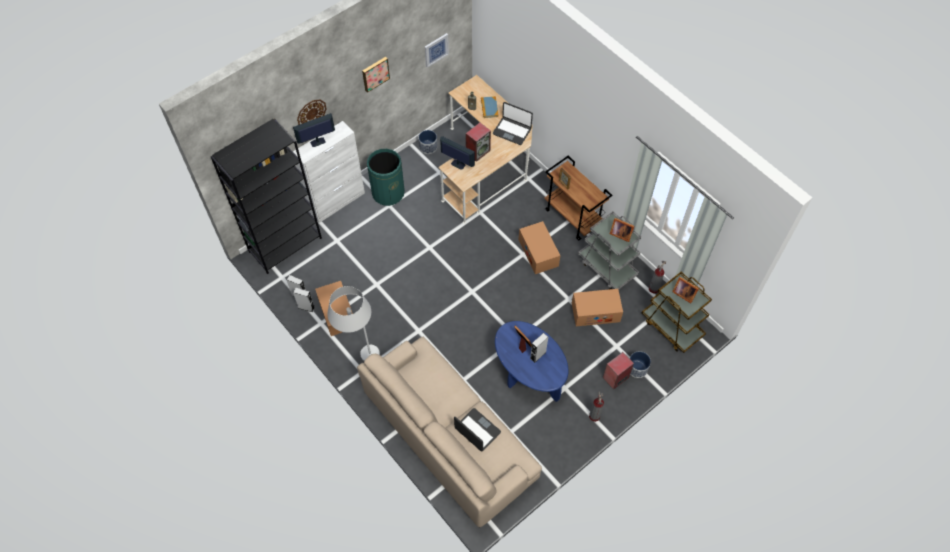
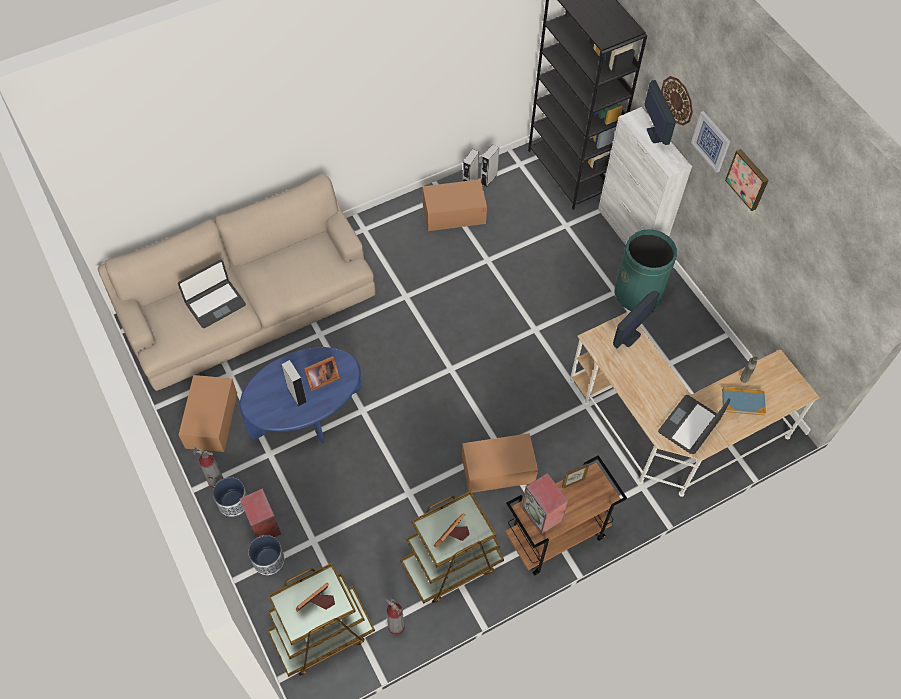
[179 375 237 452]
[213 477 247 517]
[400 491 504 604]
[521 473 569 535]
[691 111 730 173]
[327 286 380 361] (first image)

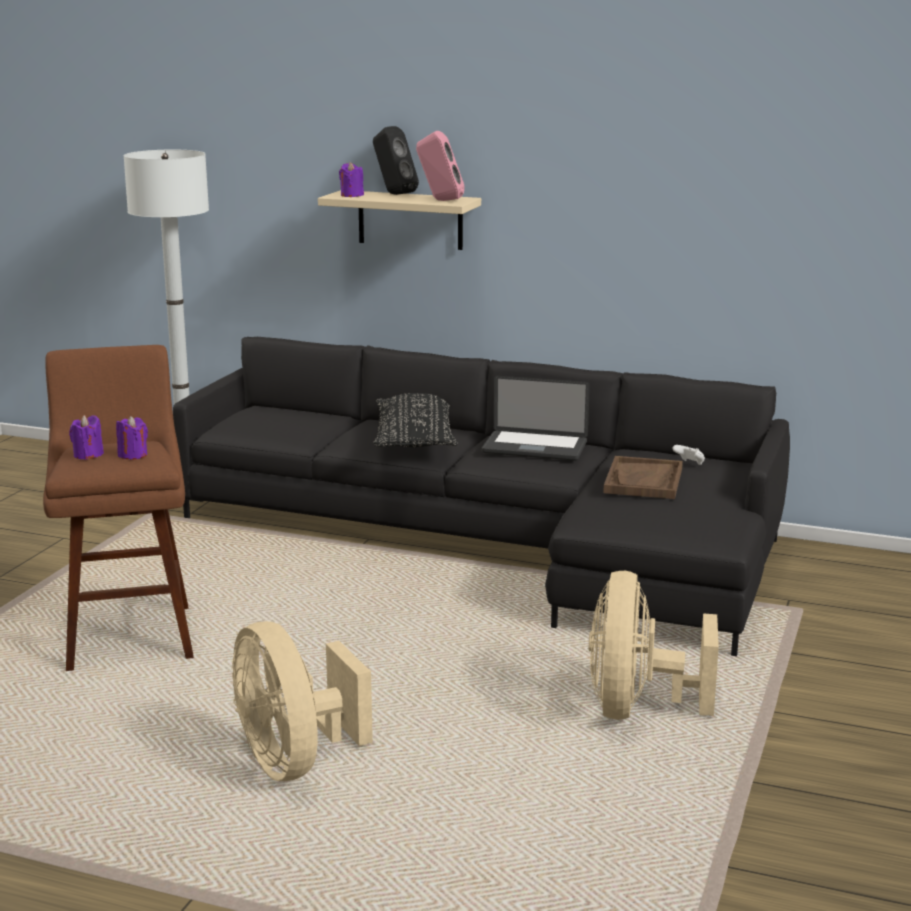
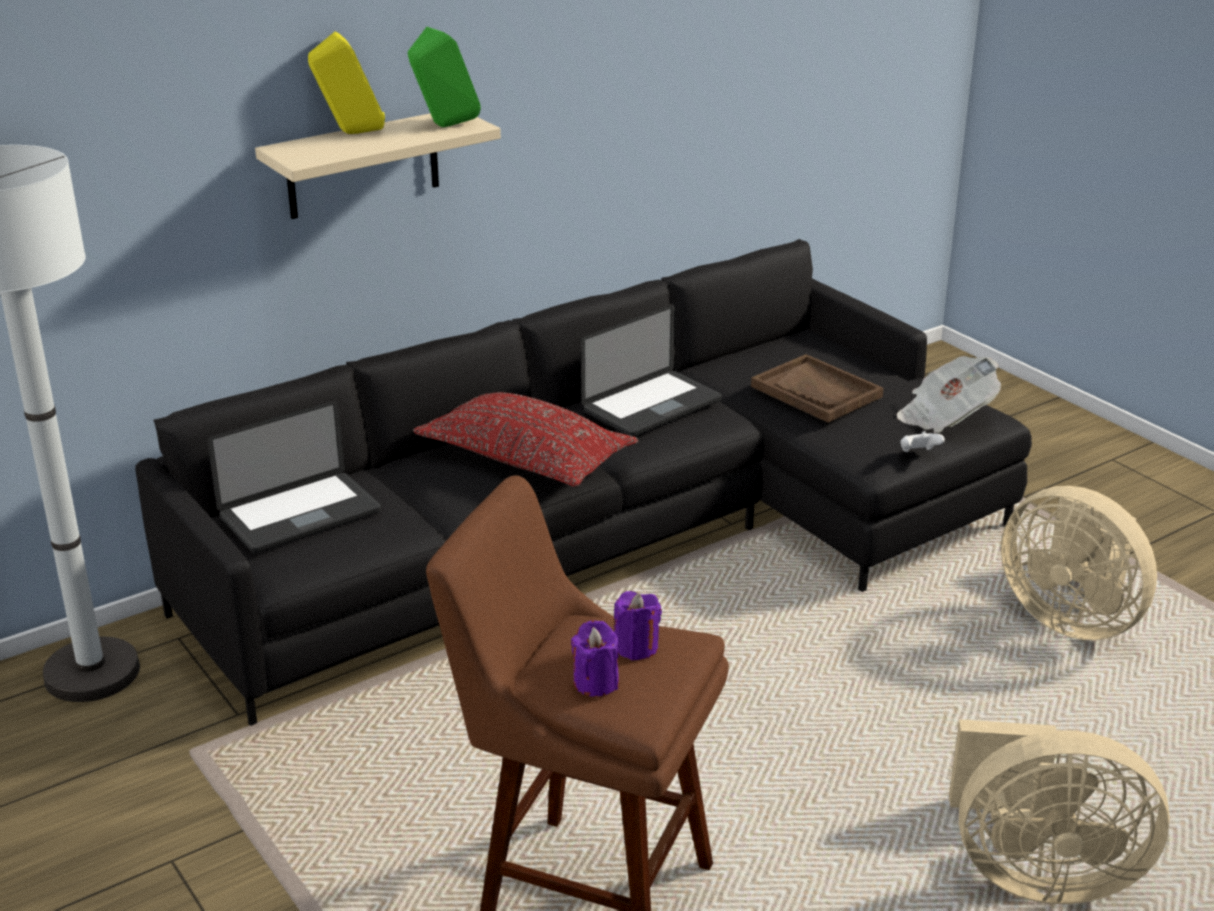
[207 400 381 553]
[308 31 385 134]
[408 27 481 127]
[413 392 638 487]
[897 356 1001 433]
[900 431 945 452]
[339 162 364 197] (first image)

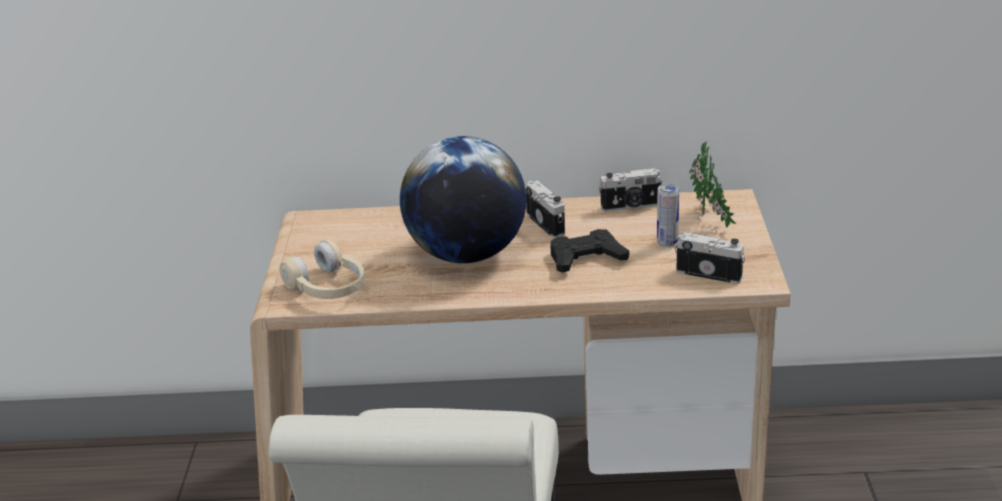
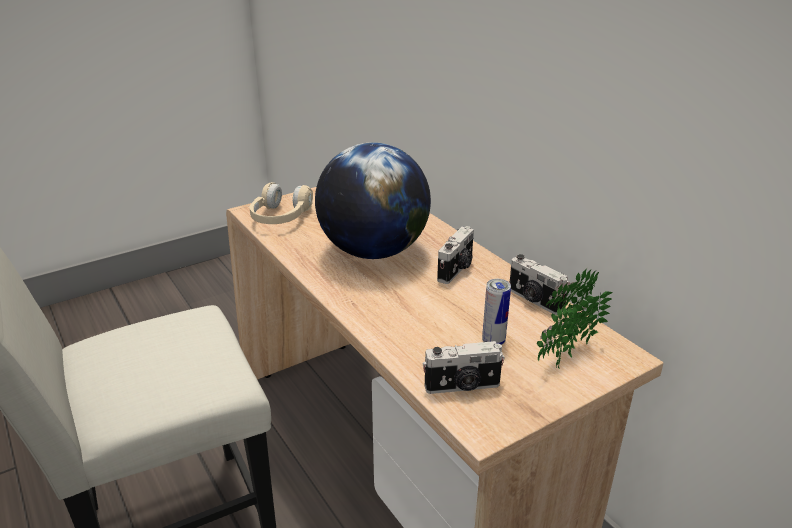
[422 341 505 394]
[550 229 629 273] (first image)

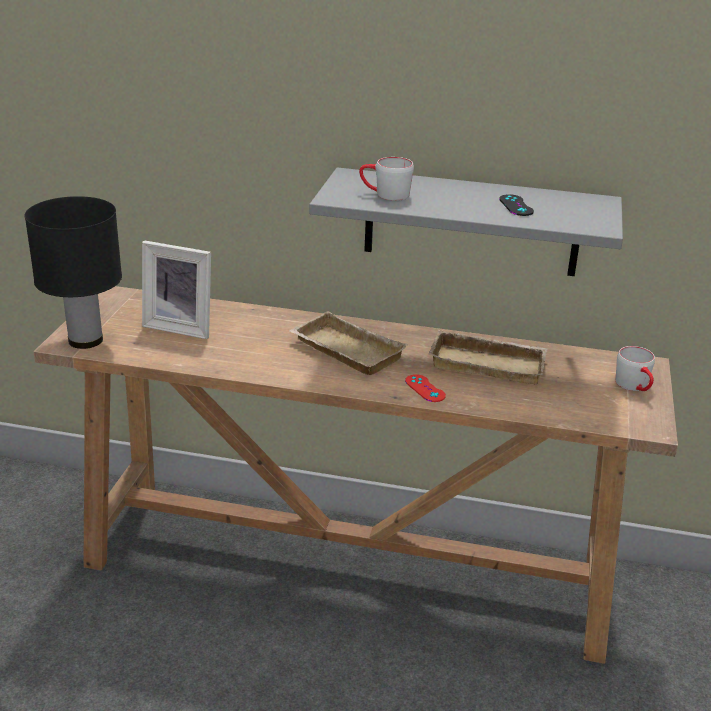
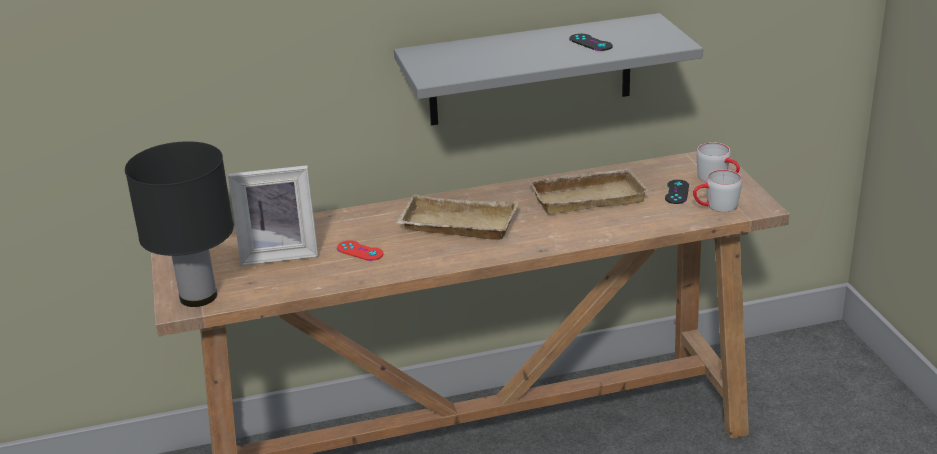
[337 240 384 261]
[665 180 689 204]
[693 170 742 212]

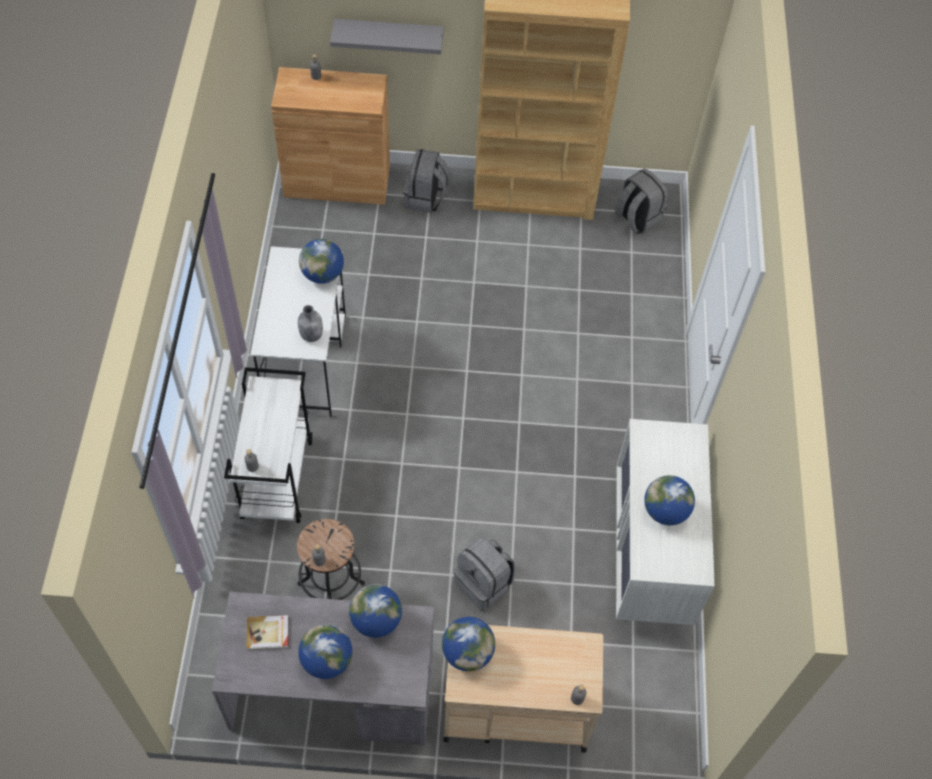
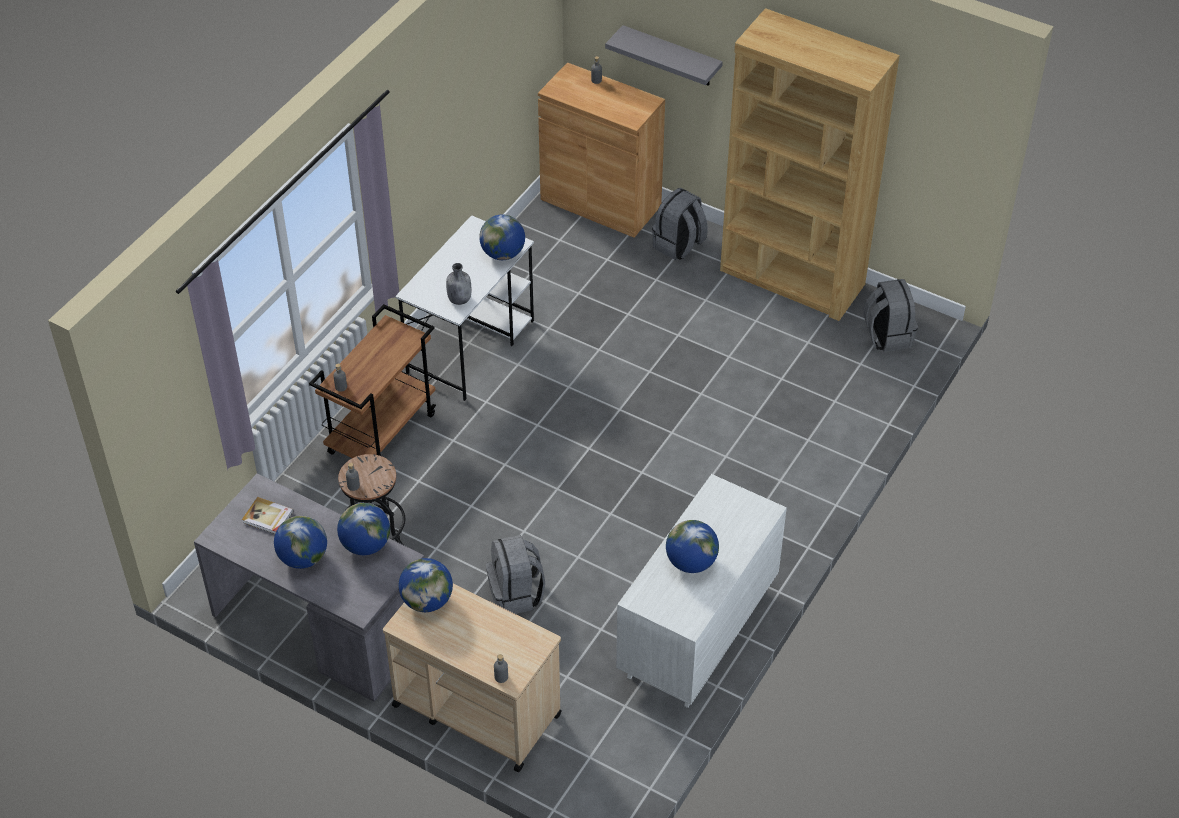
[309 304 436 458]

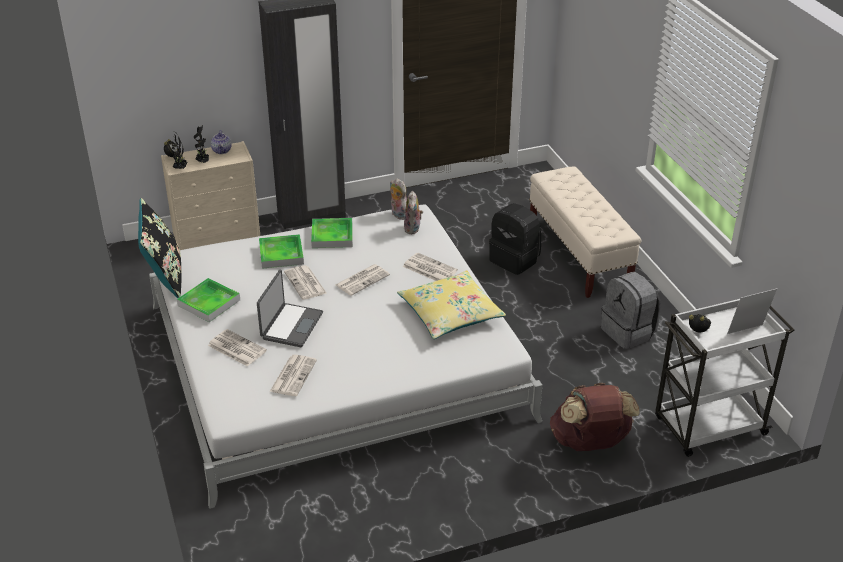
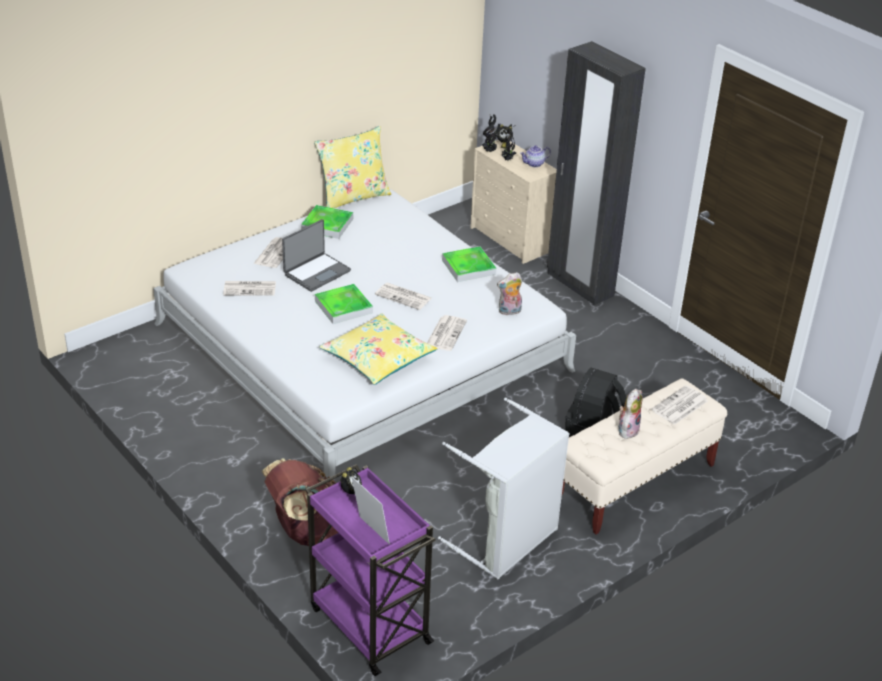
[282 219 351 292]
[305 464 436 676]
[314 126 391 208]
[315 284 373 324]
[438 397 570 579]
[618 389 643 439]
[651 385 708 425]

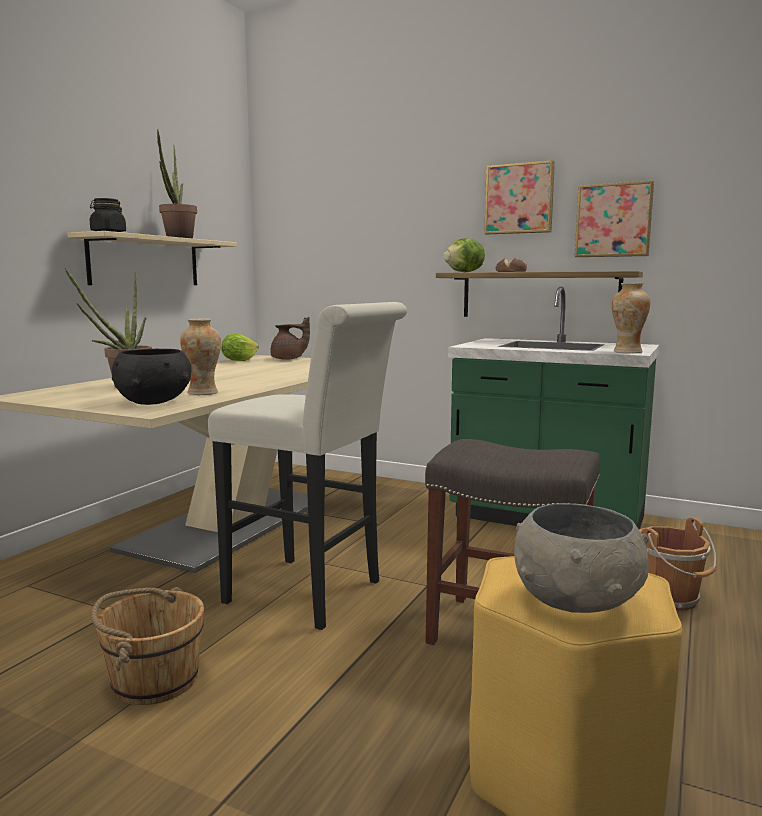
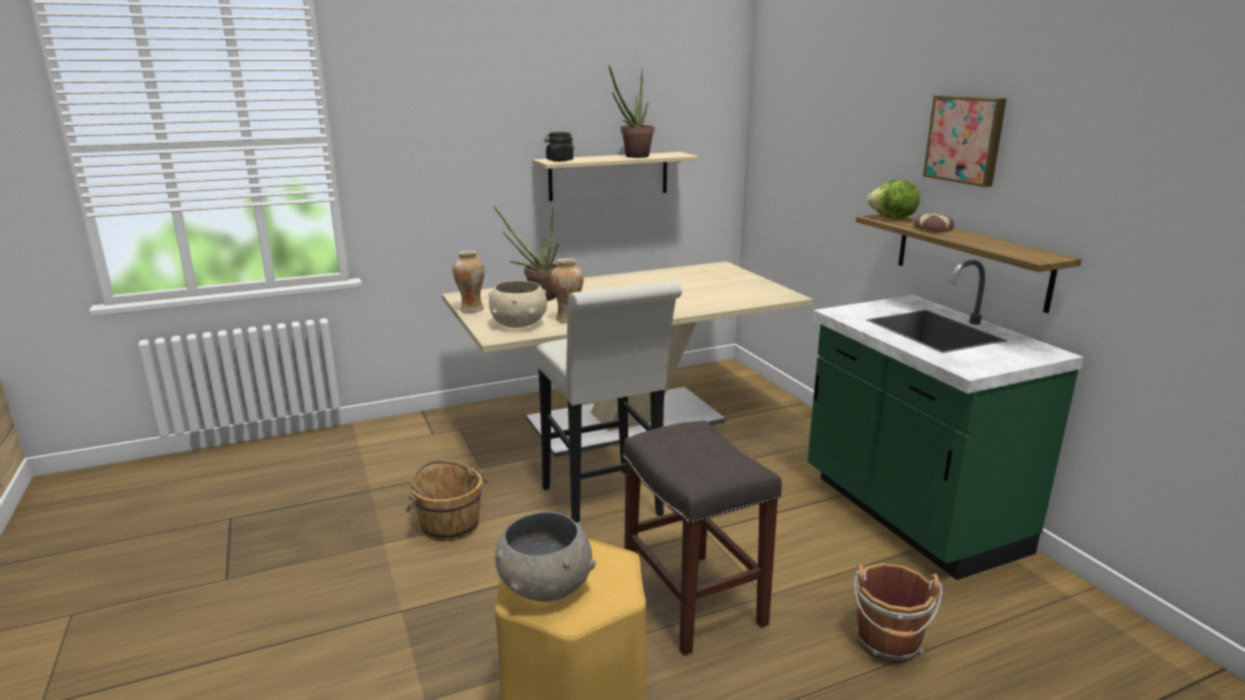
[453 250 485 313]
[489 281 547 328]
[221 334 259 361] (first image)
[270 317 310 360] (first image)
[575 181 654 257] (first image)

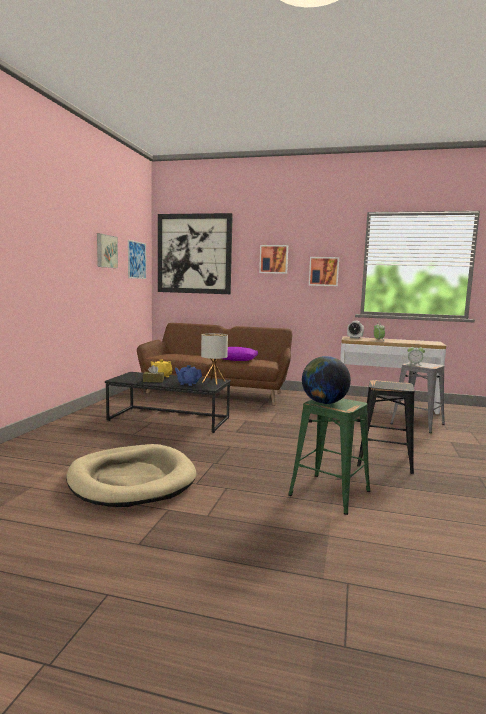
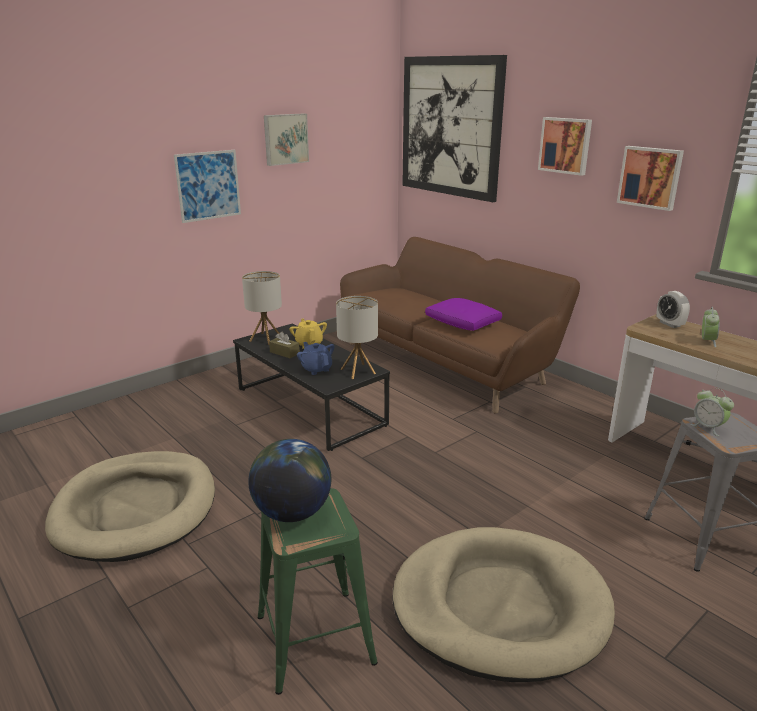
[174 150 241 223]
[242 271 282 345]
[392 527 615 682]

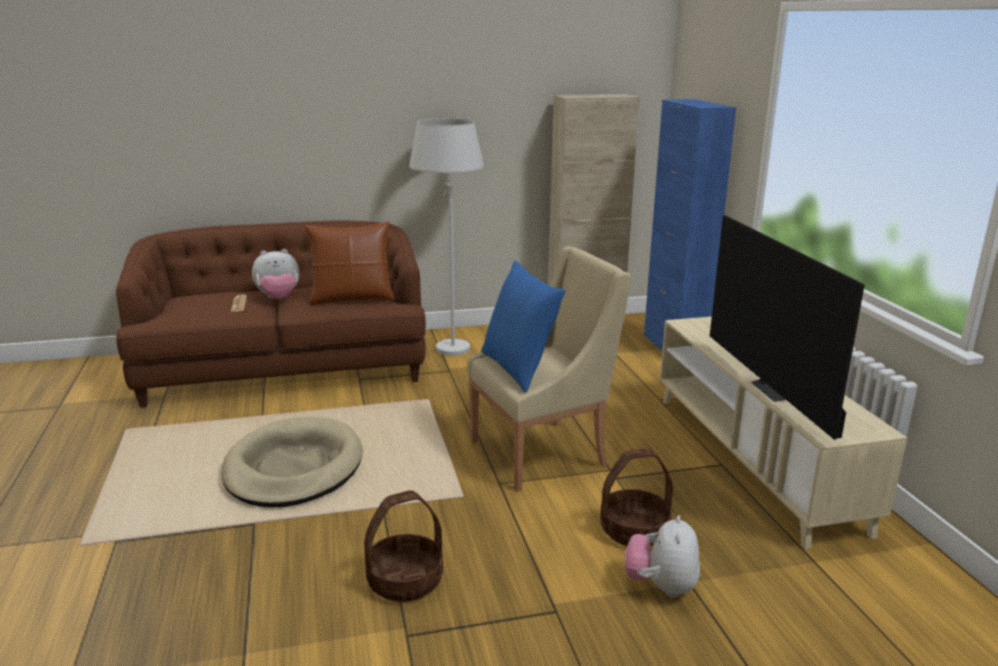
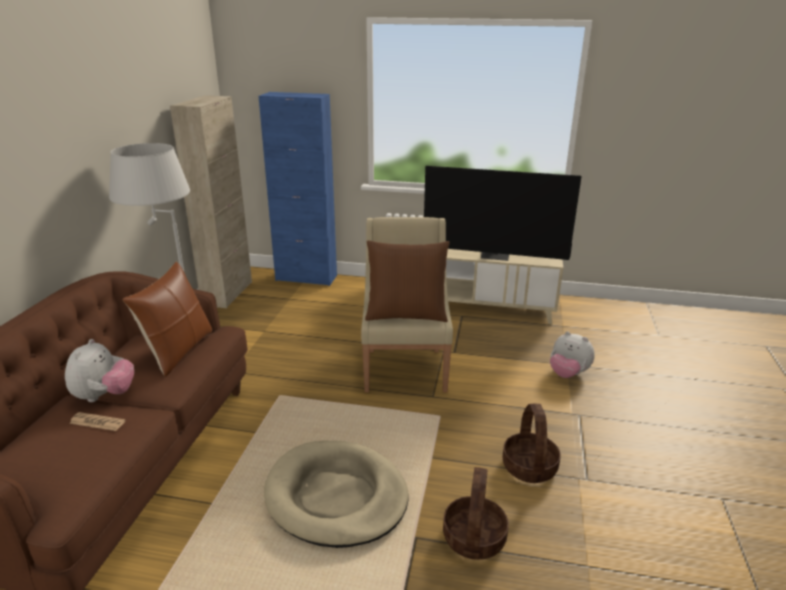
[365 240 450 322]
[443 467 509 560]

